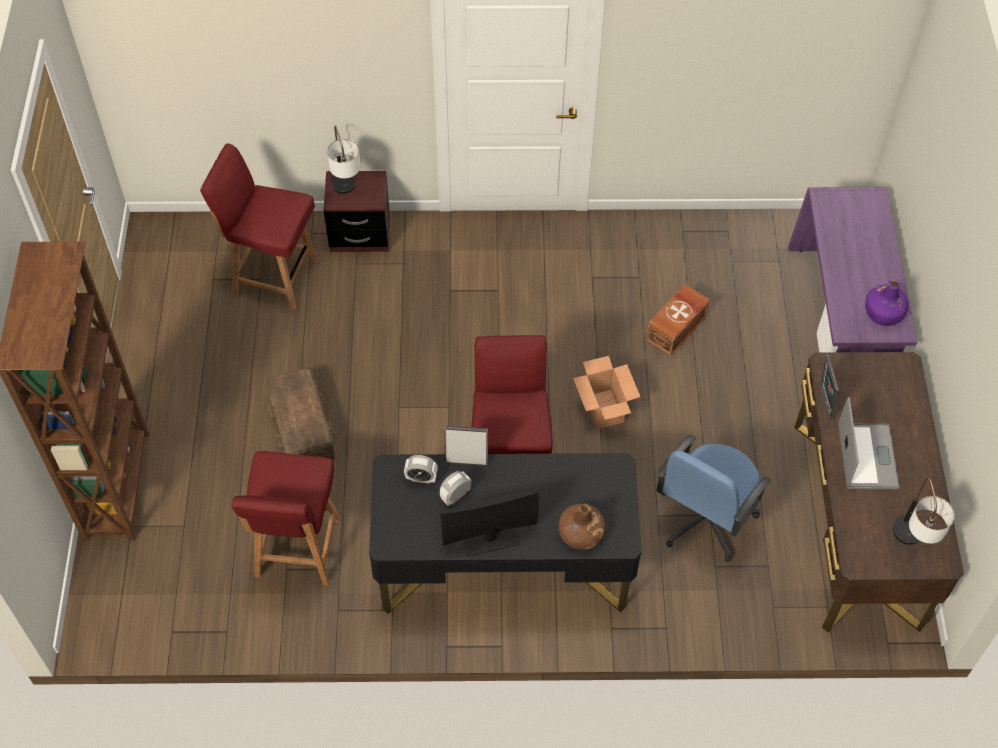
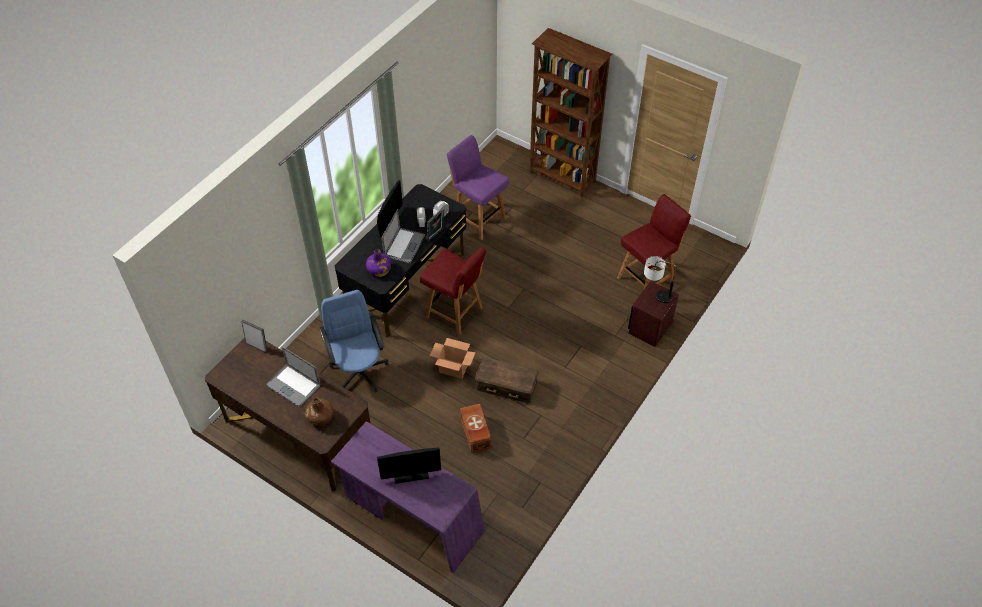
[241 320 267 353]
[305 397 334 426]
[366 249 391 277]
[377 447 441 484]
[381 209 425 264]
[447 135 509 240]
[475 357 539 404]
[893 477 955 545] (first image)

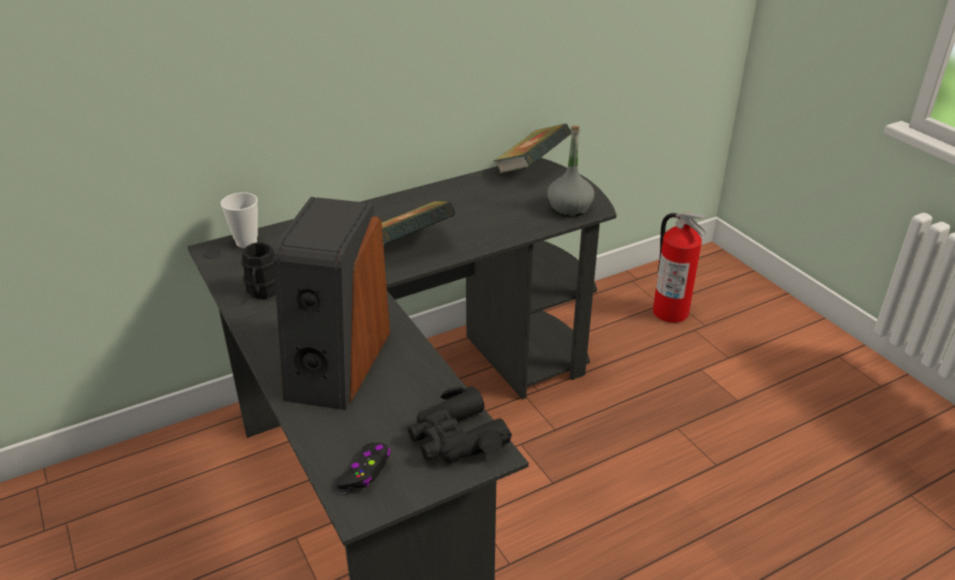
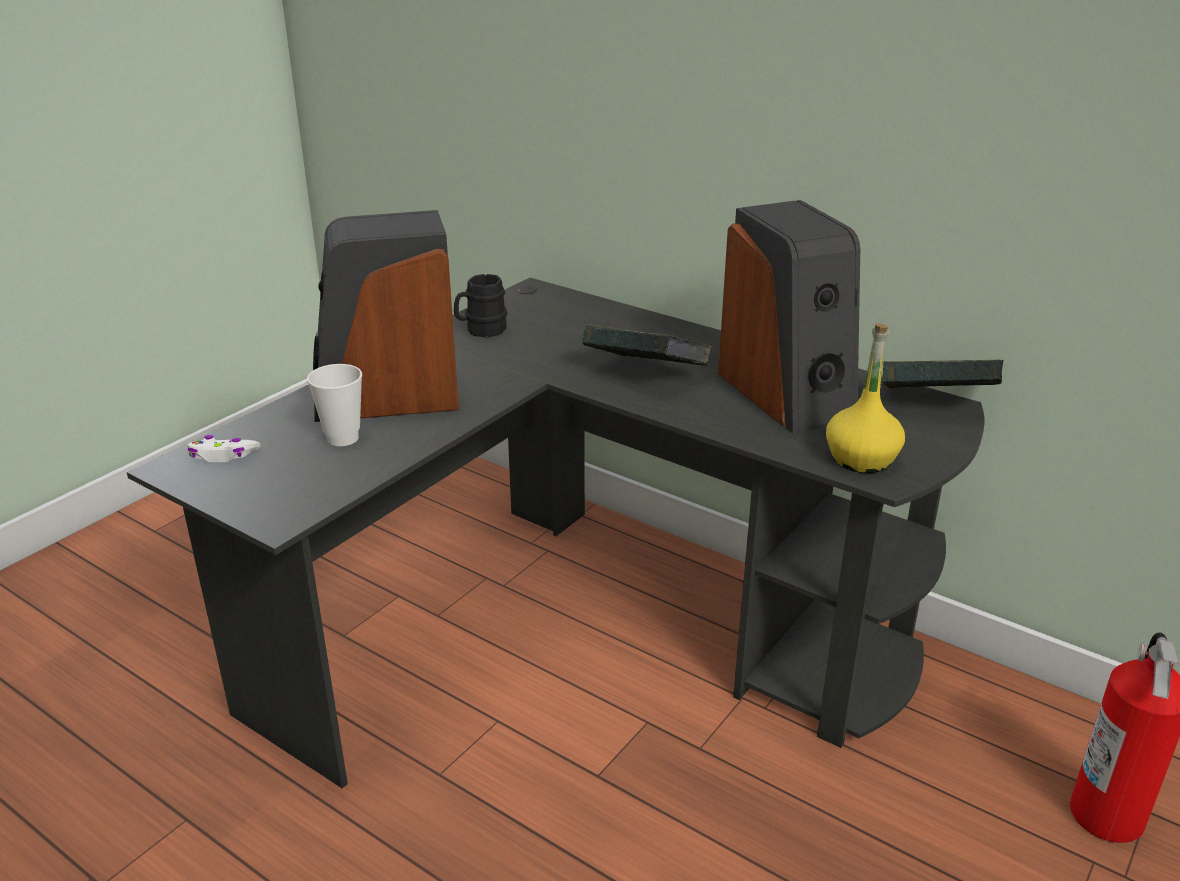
[187 435 261 463]
[307 364 362 446]
[718 200 861 434]
[826 323 905 473]
[407 386 512 463] (first image)

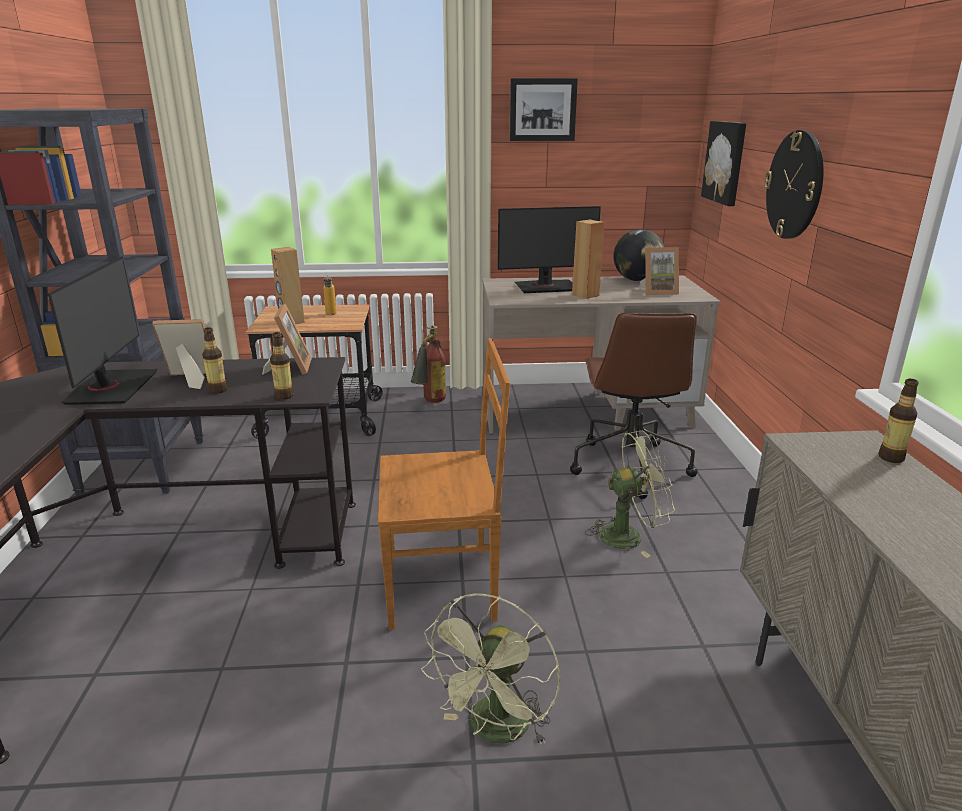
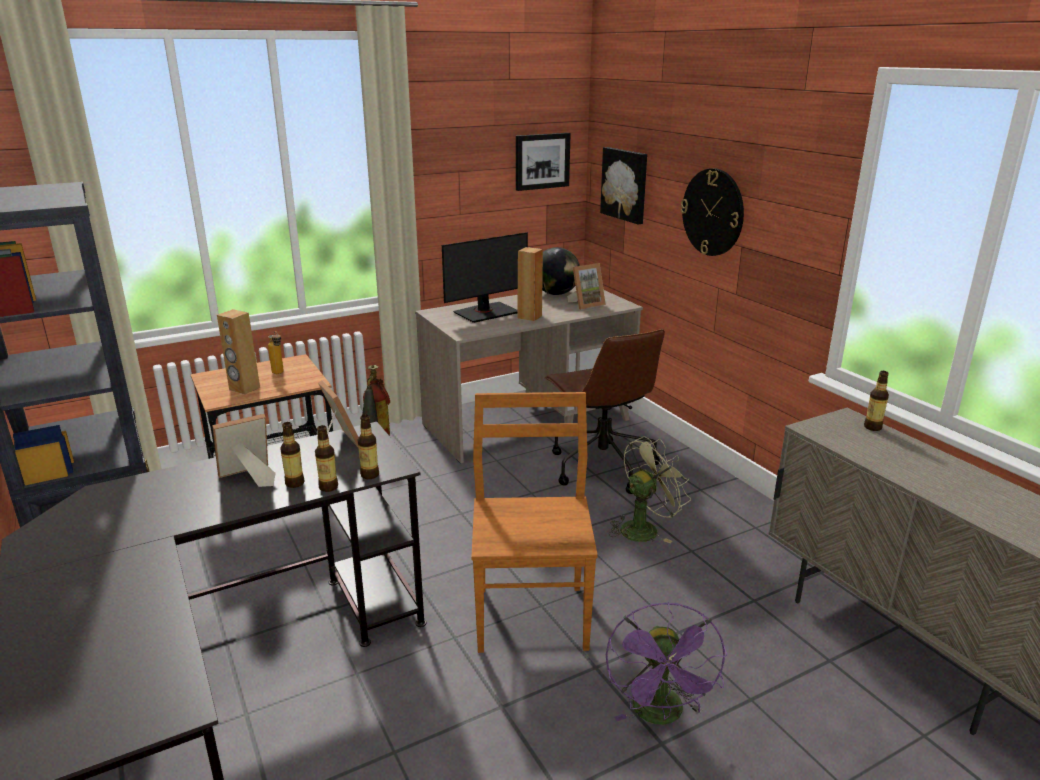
[315 425 338 492]
[471 392 598 653]
[516 133 571 191]
[606 602 727 725]
[48 256 158 405] (first image)

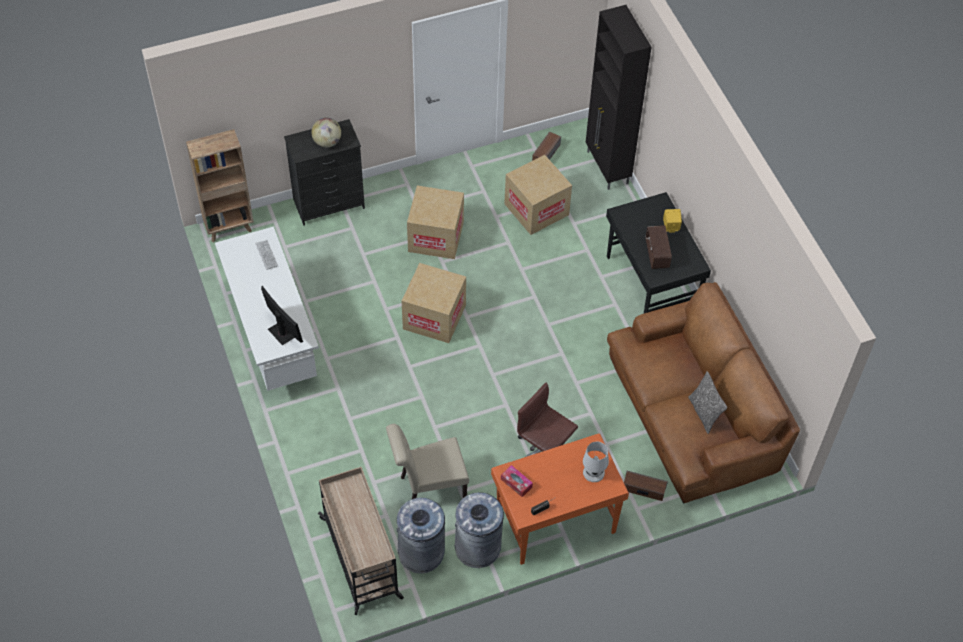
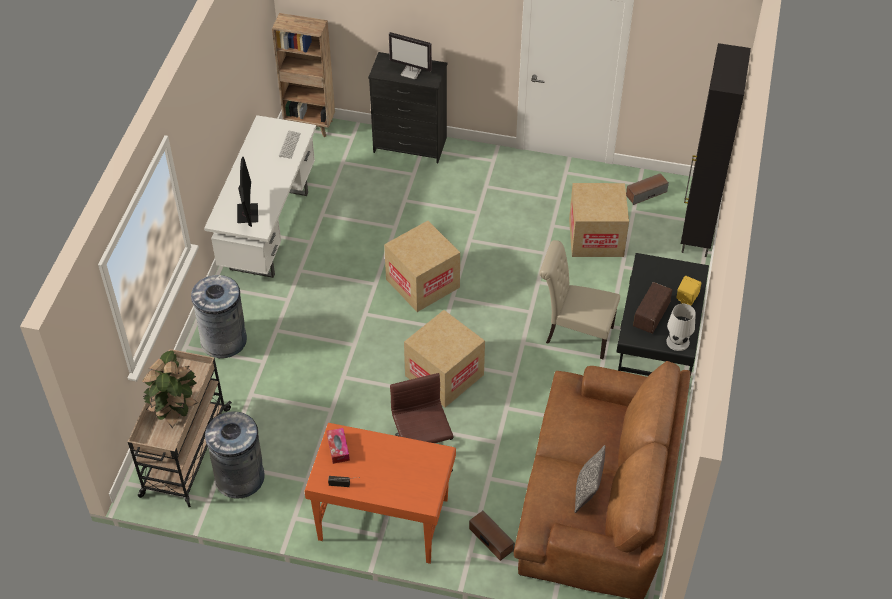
[142 350 198 428]
[191 275 247 358]
[389 32 432 79]
[404 310 485 407]
[539 240 620 359]
[666 304 696 351]

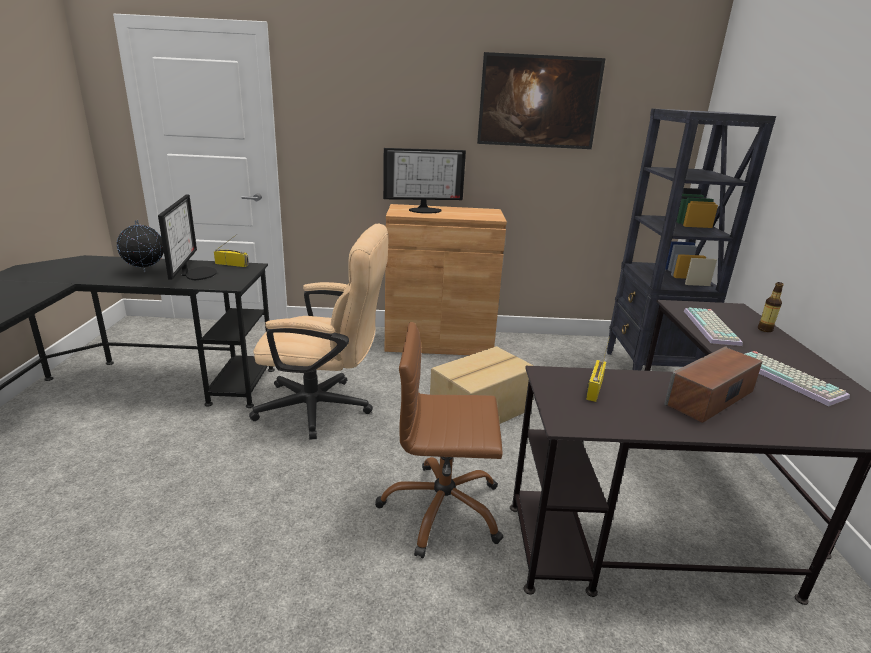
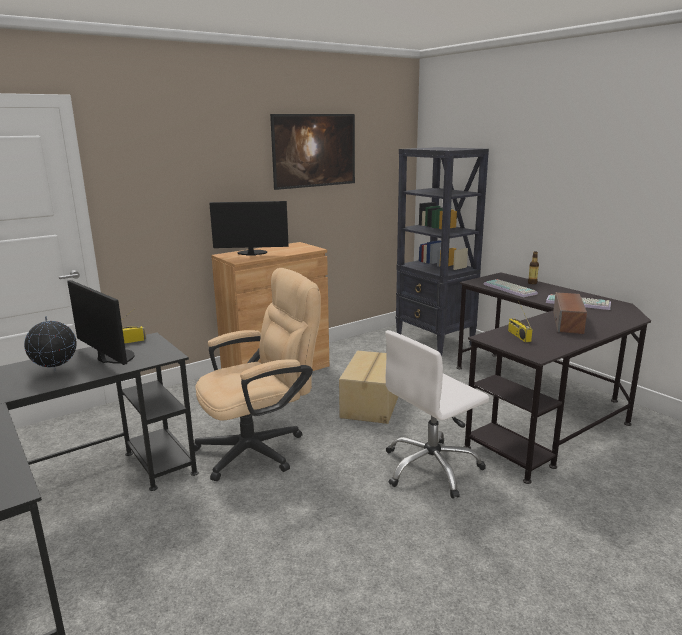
[209 201 289 256]
[385 330 489 499]

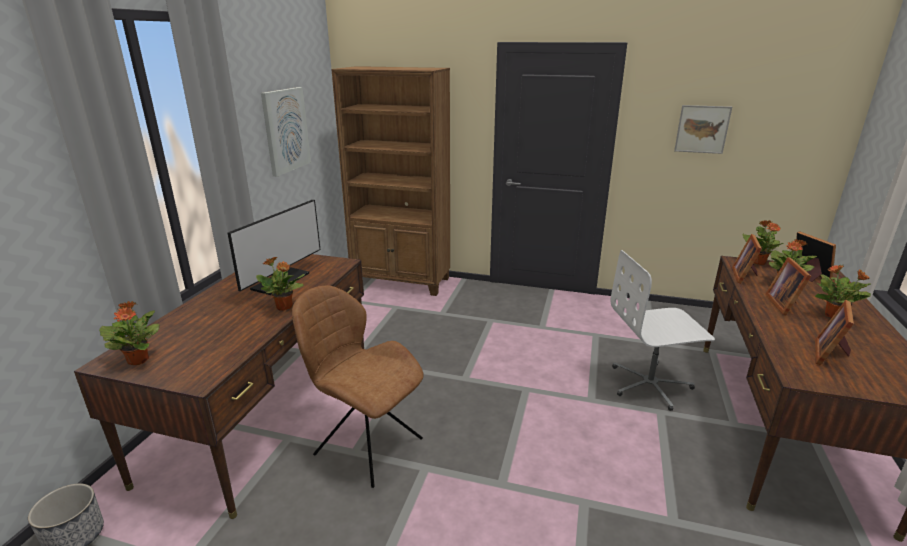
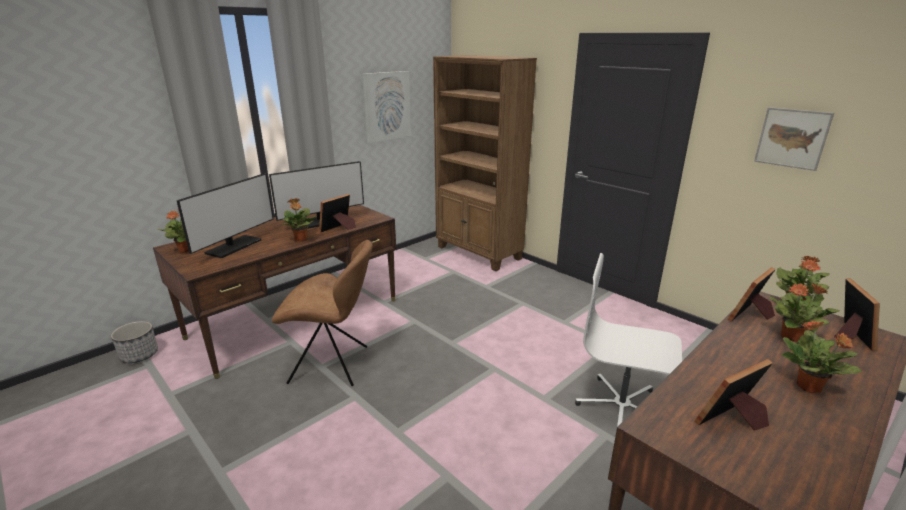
[176 173 273 258]
[272 240 373 386]
[319 194 356 232]

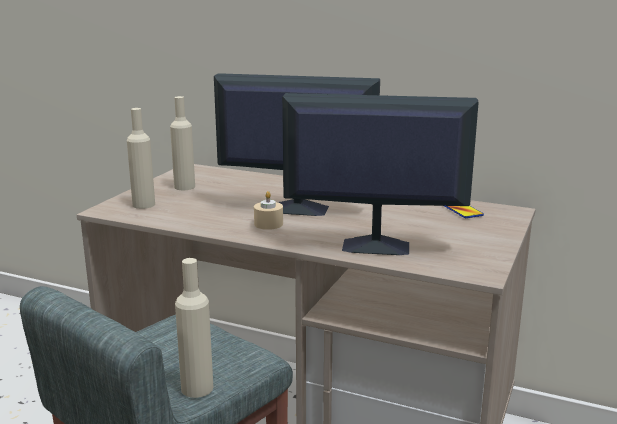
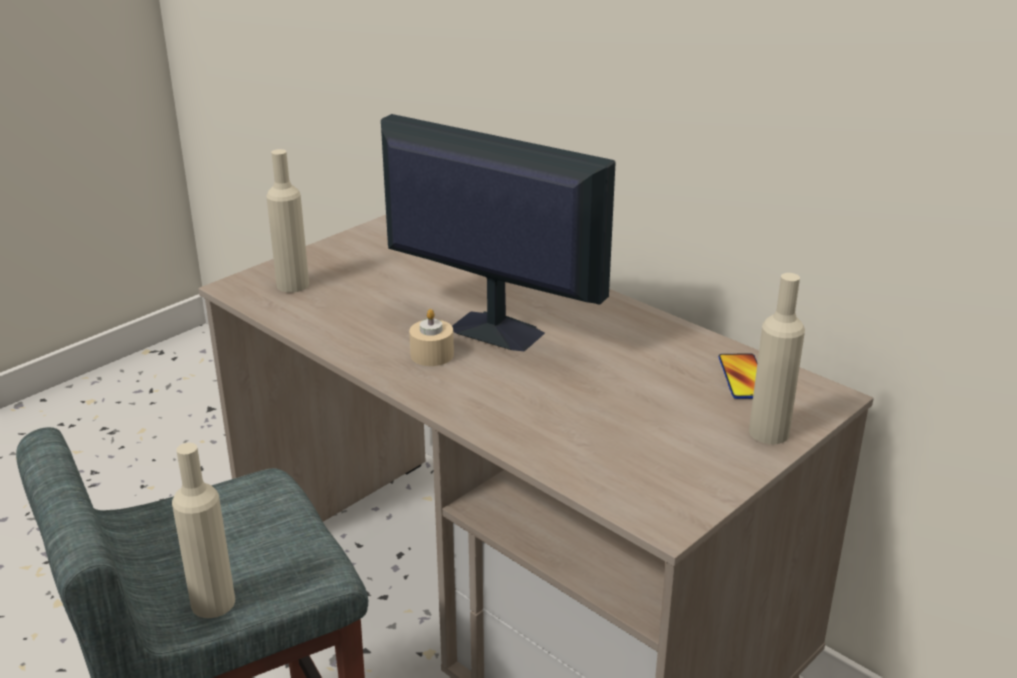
[749 273 805 444]
[282 93 479 255] (first image)

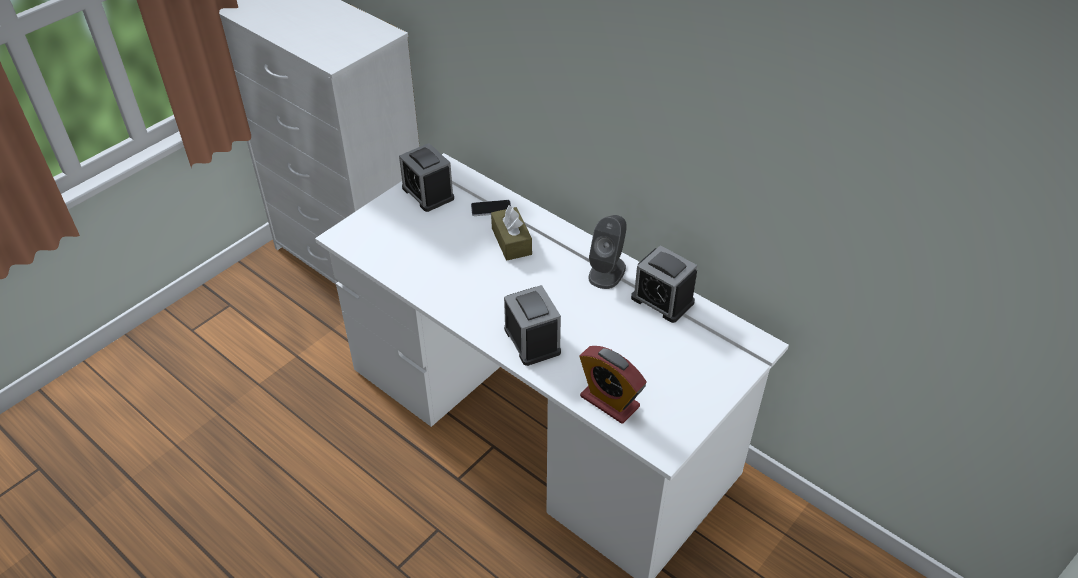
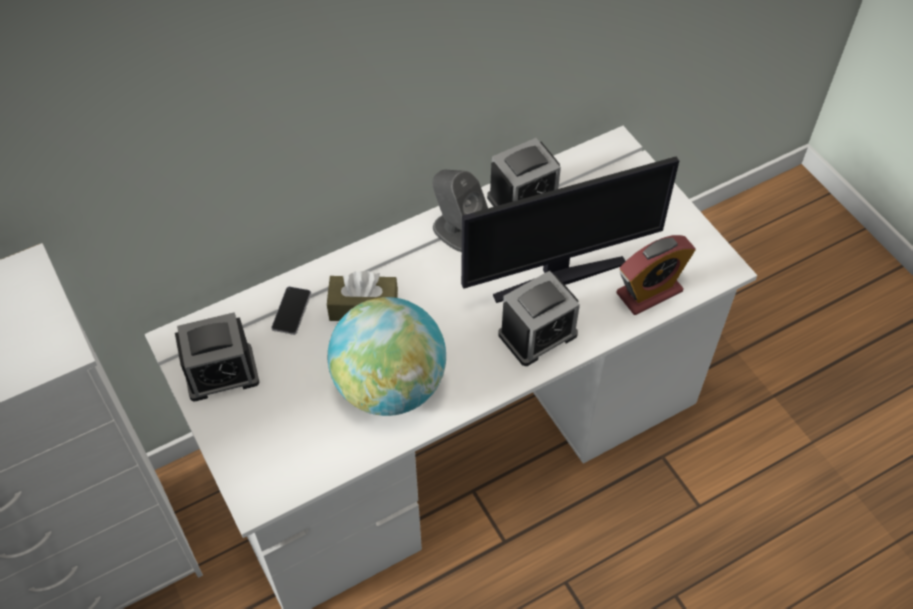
[327 297 446 416]
[461 156 679 303]
[498 271 580 366]

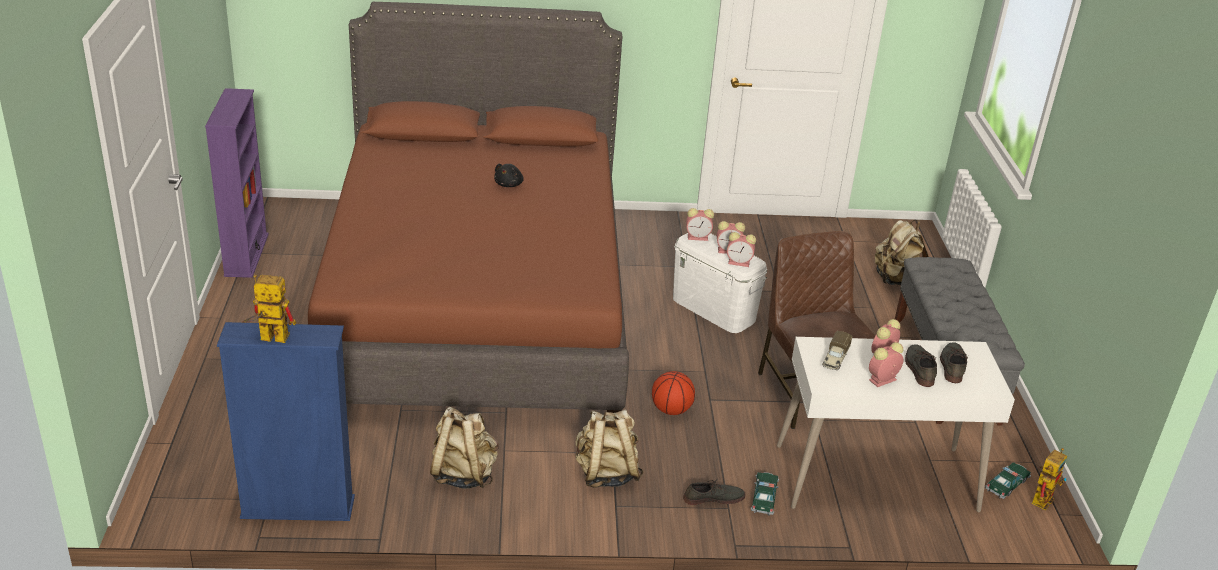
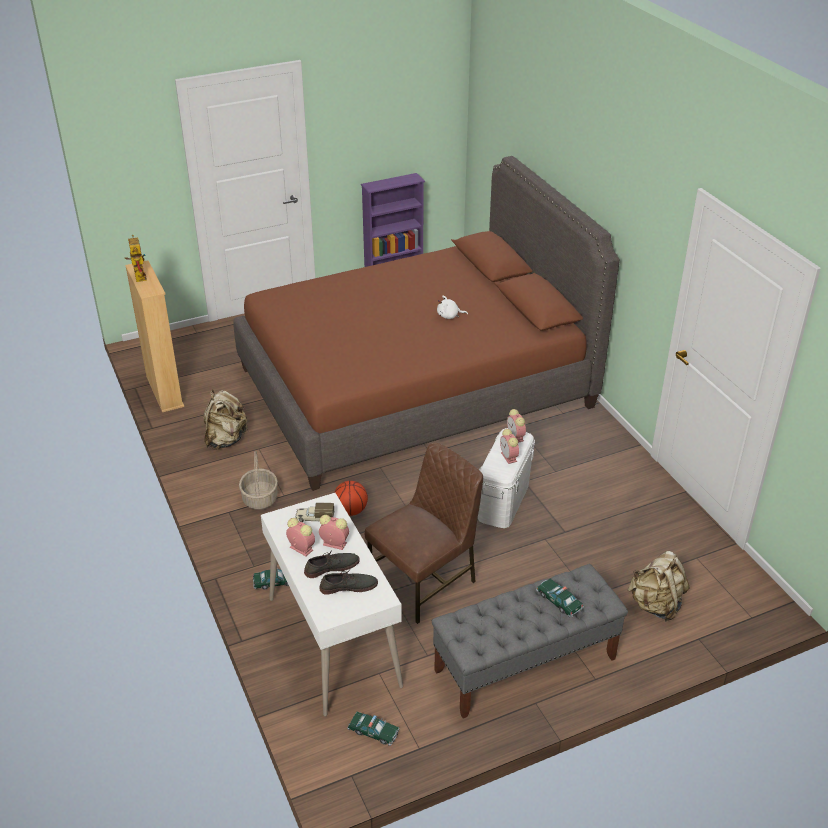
[125 260 184 413]
[239 451 278 510]
[437 296 468 319]
[536 578 584 617]
[683 480 745 505] (first image)
[727 232 756 267] (first image)
[1032 448 1067 511] (first image)

